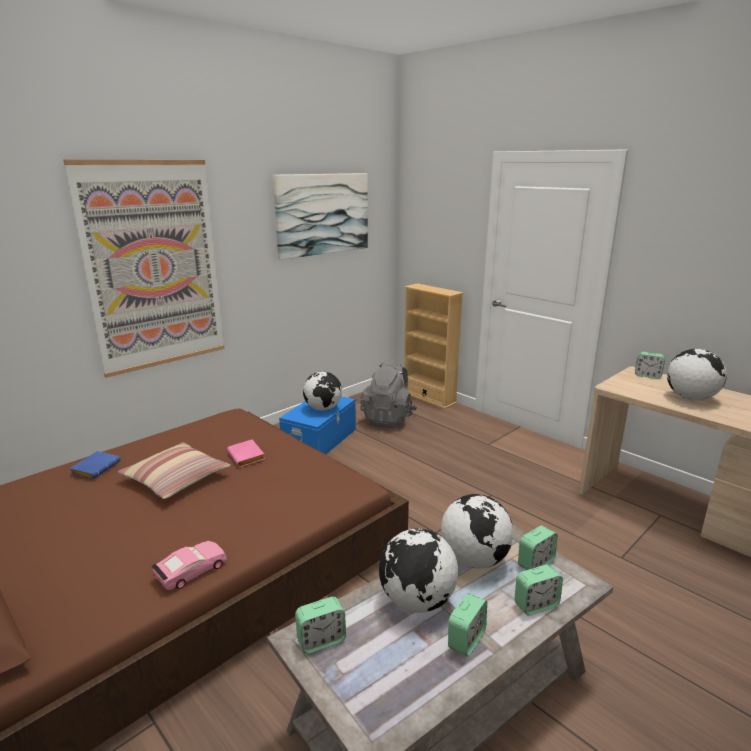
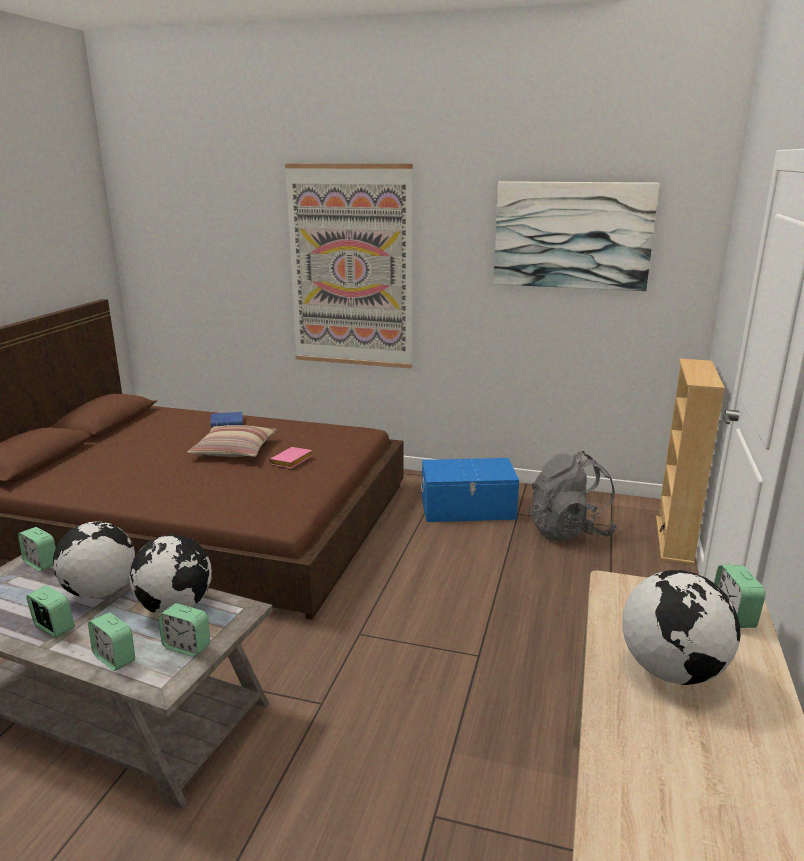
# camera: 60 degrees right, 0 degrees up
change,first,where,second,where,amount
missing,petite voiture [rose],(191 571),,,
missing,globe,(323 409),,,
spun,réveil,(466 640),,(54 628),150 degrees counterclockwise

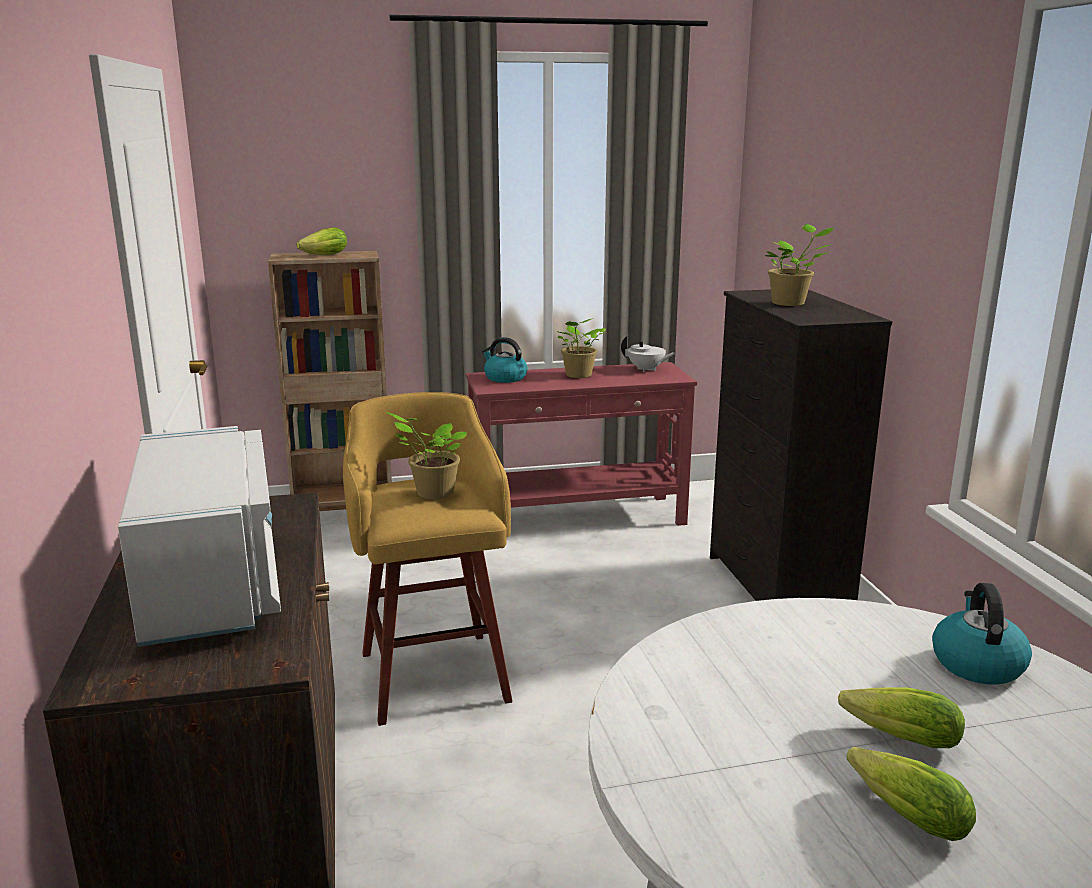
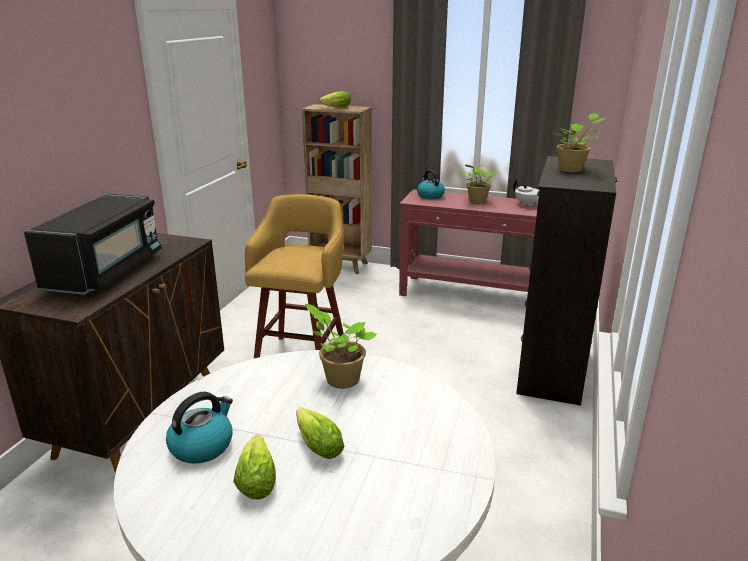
# camera: 30 degrees right, 5 degrees up
change,first,where,second,where,amount
colour,micro-ondes [blanc],(210 584),micro-ondes [noir],(106 271),
relocated,plante en pot,(432 493),,(340 379),
relocated,bouilloire,(976 663),,(202 445),

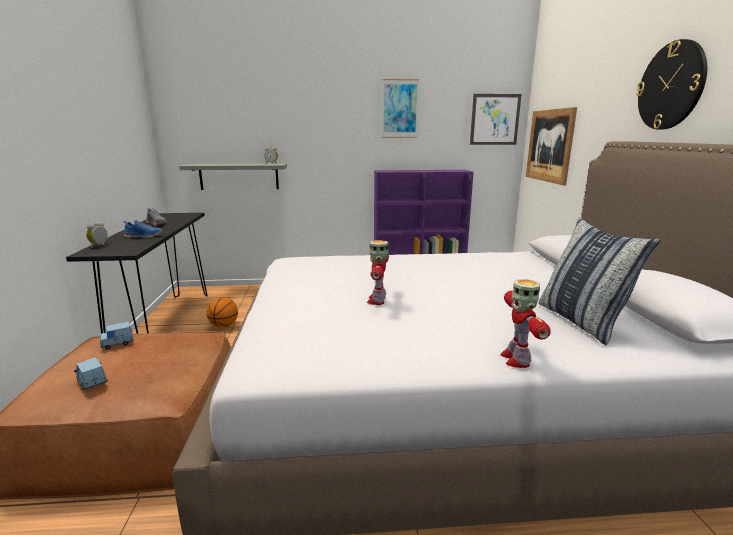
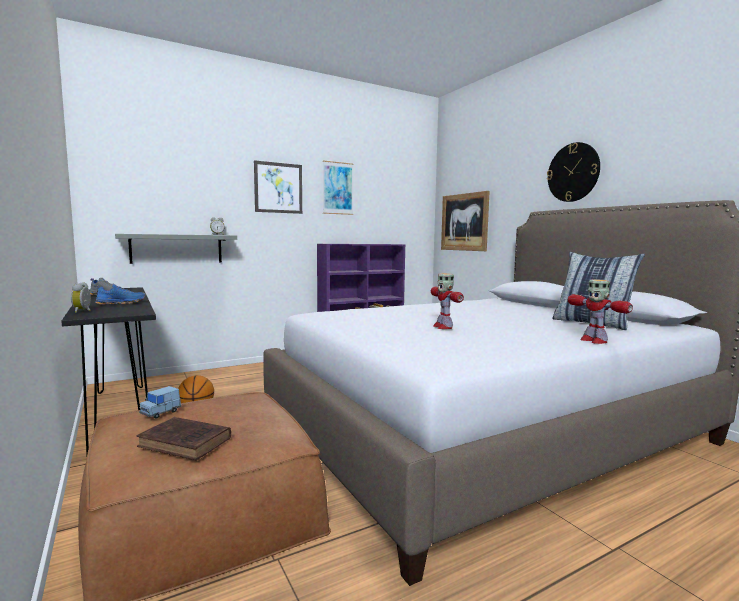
# camera: 25 degrees left, 10 degrees down
change,first,where,second,where,amount
exchanged,petite voiture [bleu],(92 382),livre [marron],(187 443),
relocated,tableau,(495 119),,(278 188),

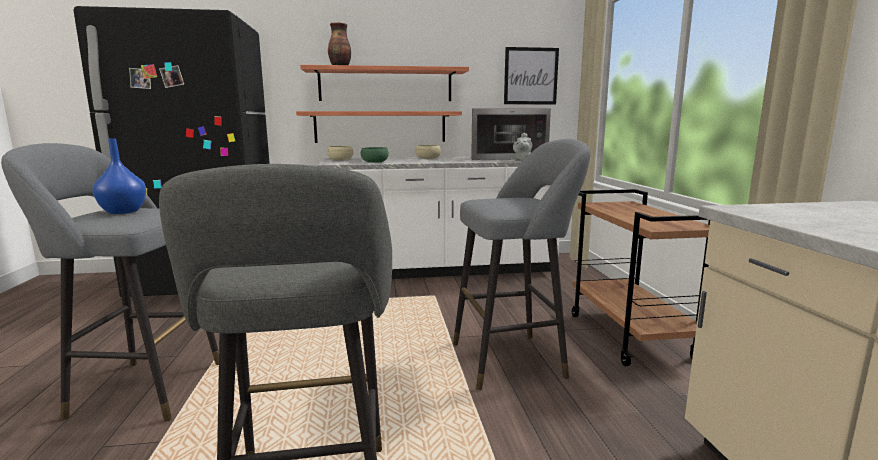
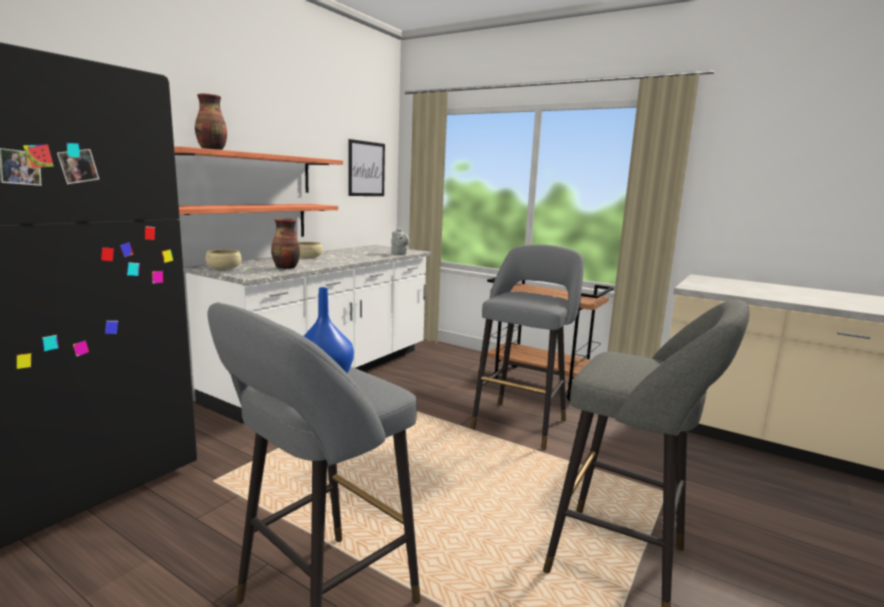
# camera: 50 degrees left, 0 degrees up
change,first,where,second,where,amount
exchanged,bol [vert],(374 162),vase,(286 268),
missing,micro-ondes,(504 157),,,

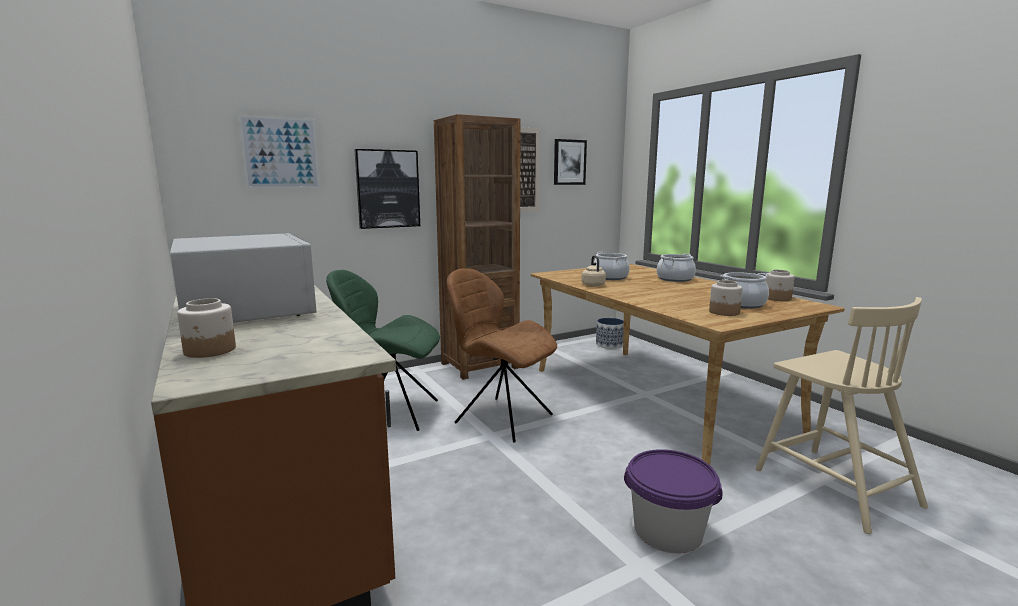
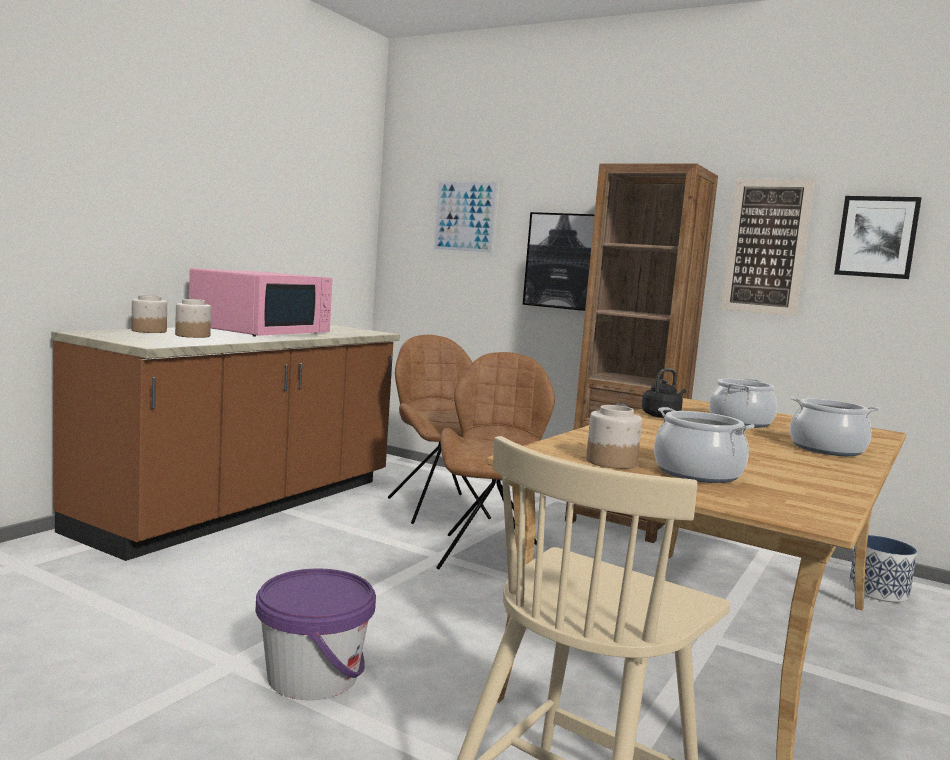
# camera: 60 degrees right, 5 degrees down
change,first,where,second,where,amount
colour,micro-ondes [blanc],(247 309),micro-ondes [rose],(262 331),
colour,chaise [vert],(391 413),chaise [marron],(436 507),
colour,bouilloire [beige],(592 285),bouilloire [noir],(662 416),
relocated,bocal,(777 298),,(192 335),

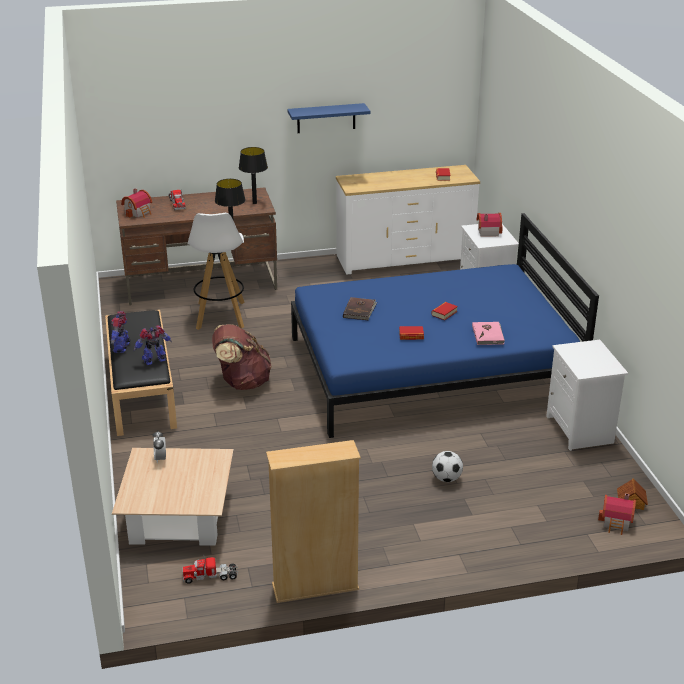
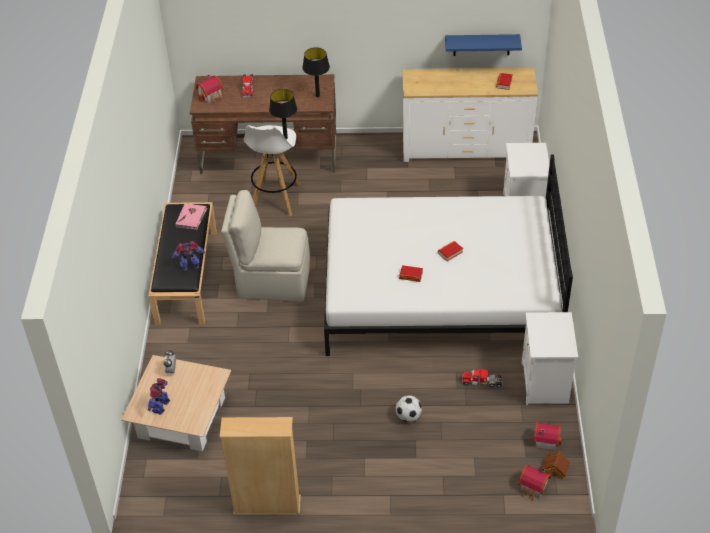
# camera: 15 degrees right, 15 degrees up
change,first,where,second,where,amount
relocated,robot jouet,(122 347),,(161 406),
relocated,camion jouet,(210 576),,(482 382),
exchanged,sac à dos [marron],(242 382),chaise [beige],(272 281),
relocated,étagère [bleu],(326 118),,(481 44),
colour,lit [bleu],(431 369),lit [blanc],(440 291),
missing,livre [marron],(360 310),,,
relocated,livre [rose],(488 335),,(191 217),
relocated,maison miniature,(487 231),,(545 439),

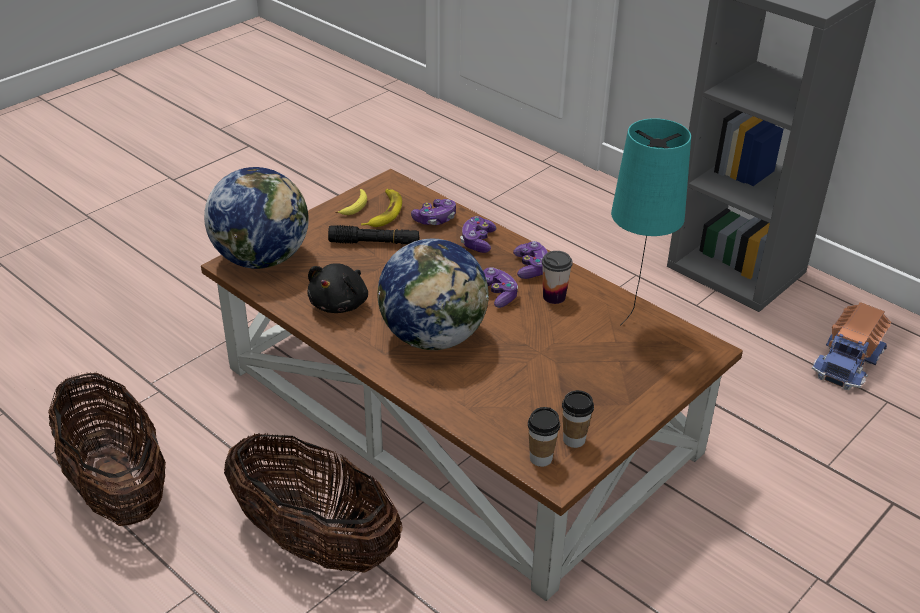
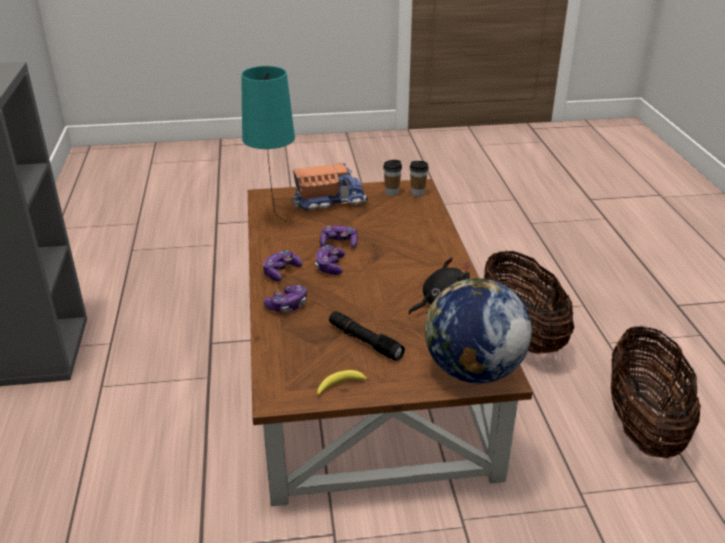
# camera: 140 degrees left, 5 degrees down
change,first,where,second,where,amount
missing,banane,(384 212),,,
missing,globe,(434 337),,,
relocated,manette,(435 219),,(339 243),
missing,tasse,(554 297),,,
relocated,camion jouet,(849 362),,(329 201),

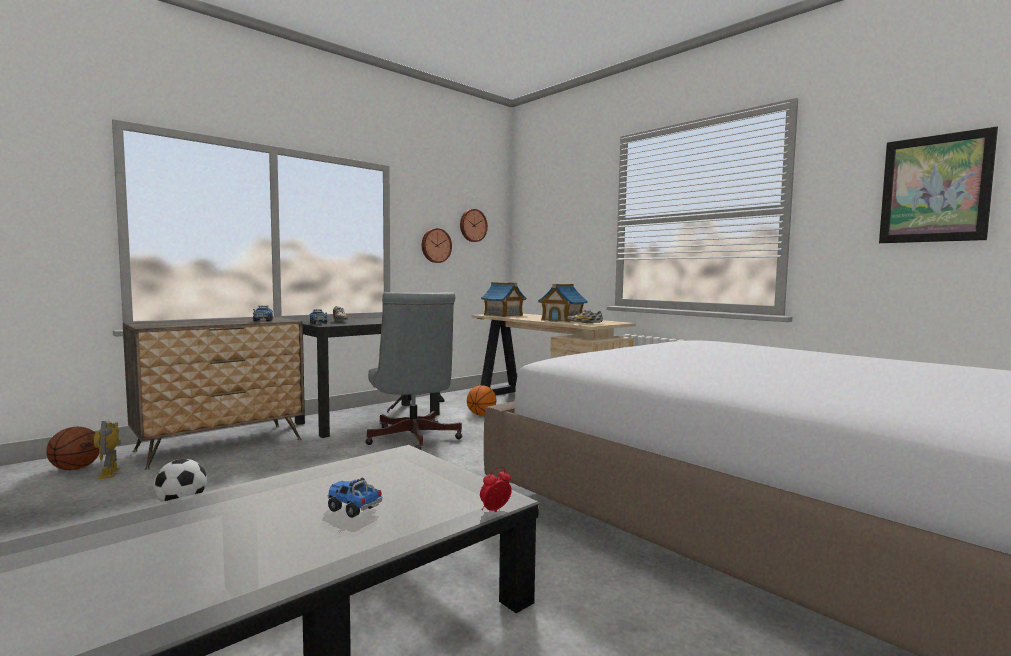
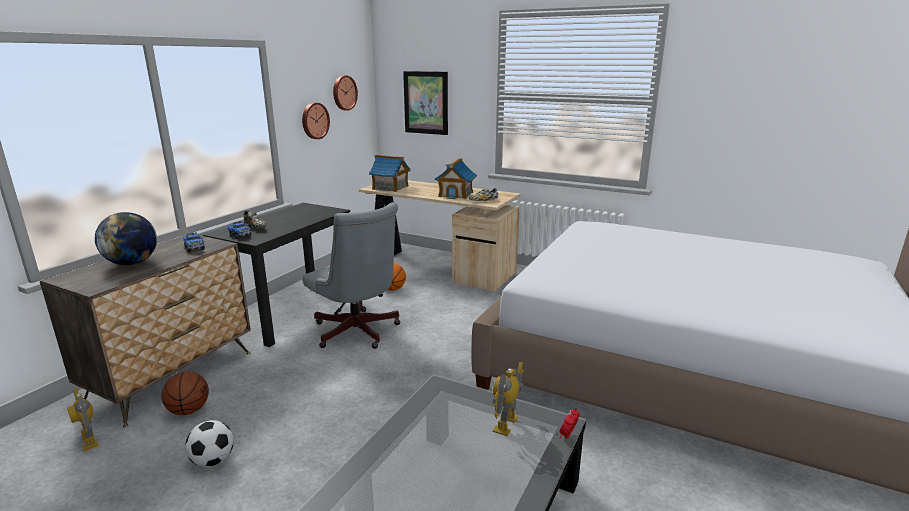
# camera: 20 degrees left, 15 degrees up
change,first,where,second,where,amount
relocated,ballon de basket,(75 468),,(189 410),
missing,camion jouet,(353 509),,,
relocated,tableau,(934 189),,(426 103),
appeared,,,globe,(132 263),
appeared,,,robot jouet,(506 425),

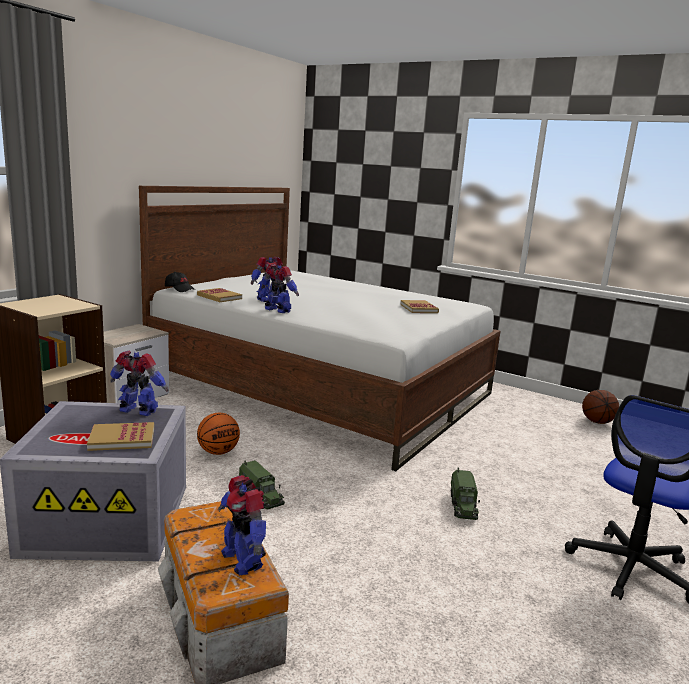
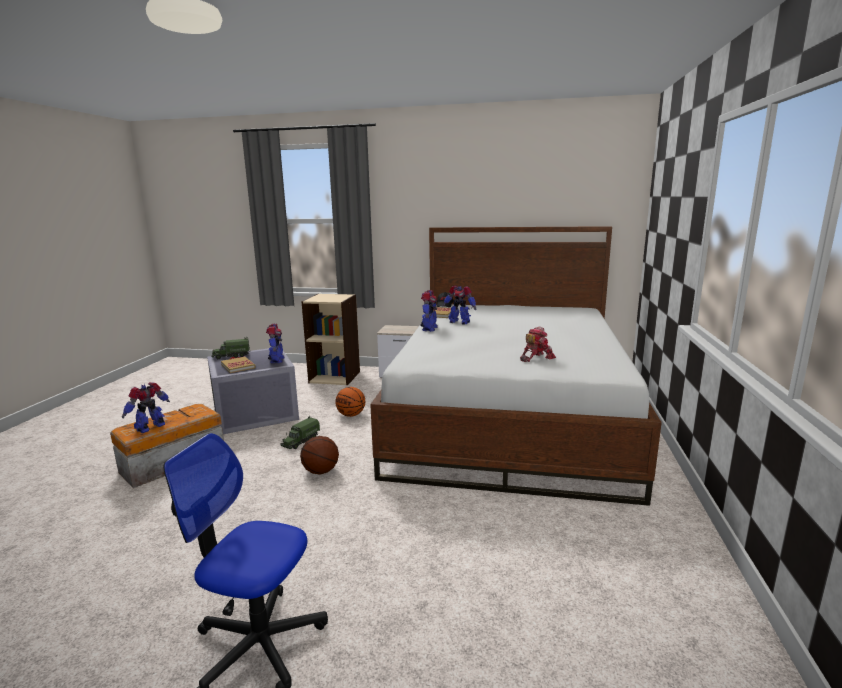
# camera: 70 degrees right, 0 degrees up
change,first,where,second,where,amount
exchanged,livre,(419 308),robot jouet,(536 358),
relocated,camion jouet,(463 506),,(231 356),
relocated,ballon de basket,(597 422),,(321 471),

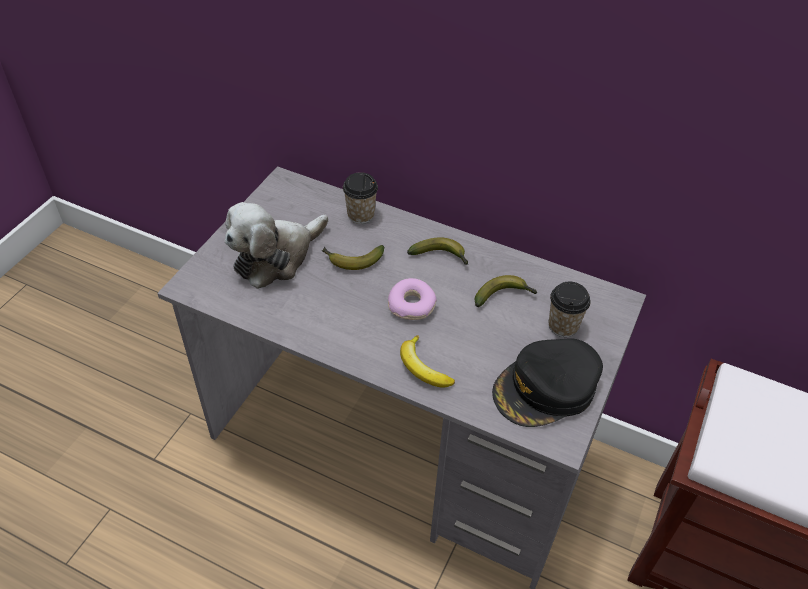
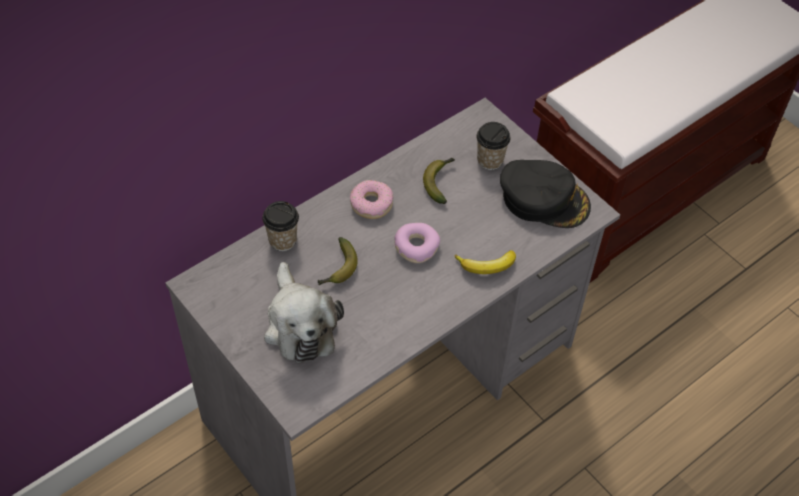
# camera: 65 degrees left, 5 degrees up
change,first,where,second,where,amount
exchanged,banane,(441 257),beignet,(371 204),
spun,casquette [noir],(546 388),,(544 199),60 degrees counterclockwise

